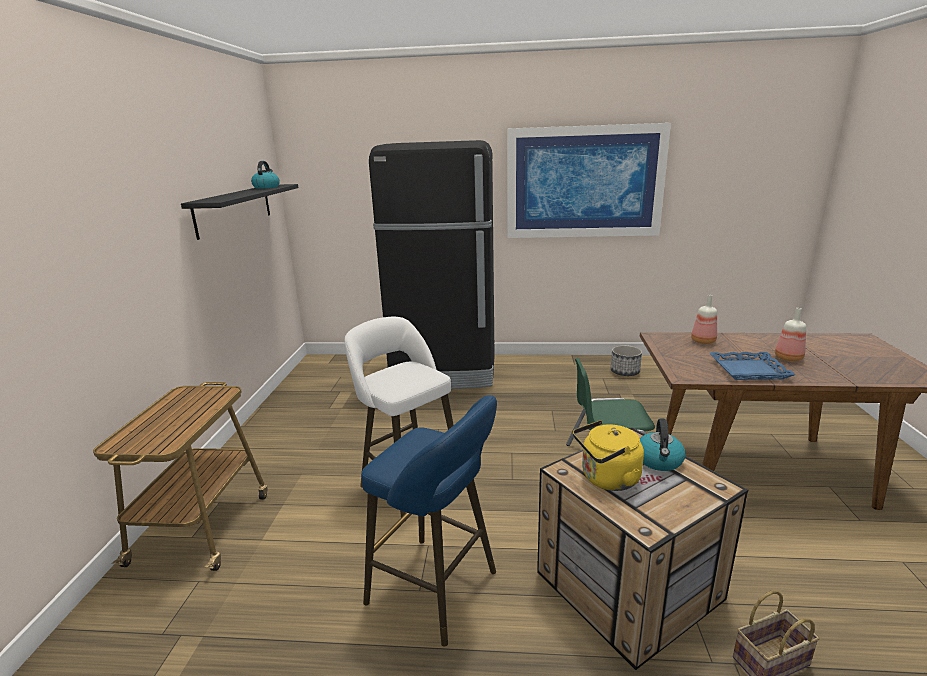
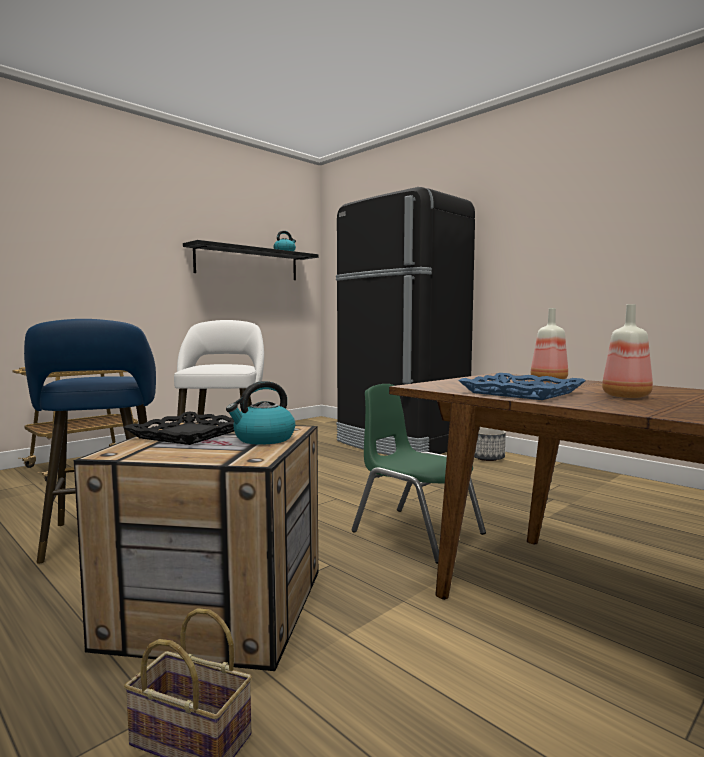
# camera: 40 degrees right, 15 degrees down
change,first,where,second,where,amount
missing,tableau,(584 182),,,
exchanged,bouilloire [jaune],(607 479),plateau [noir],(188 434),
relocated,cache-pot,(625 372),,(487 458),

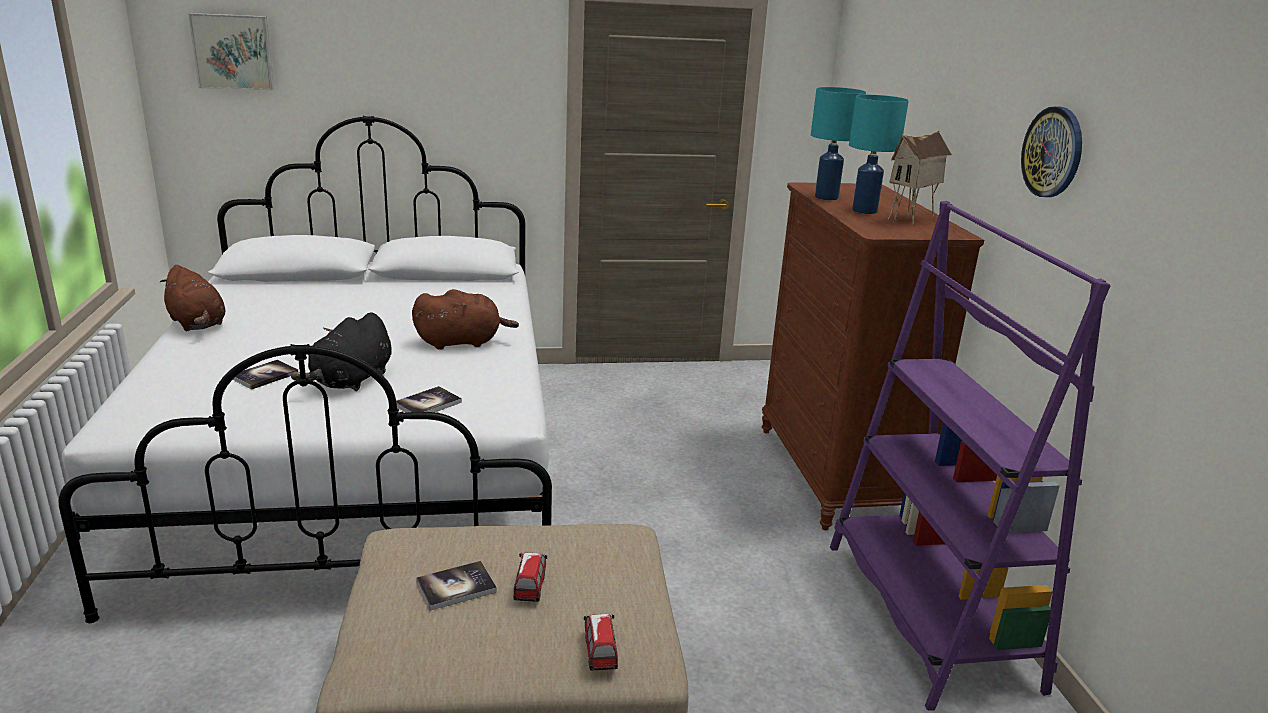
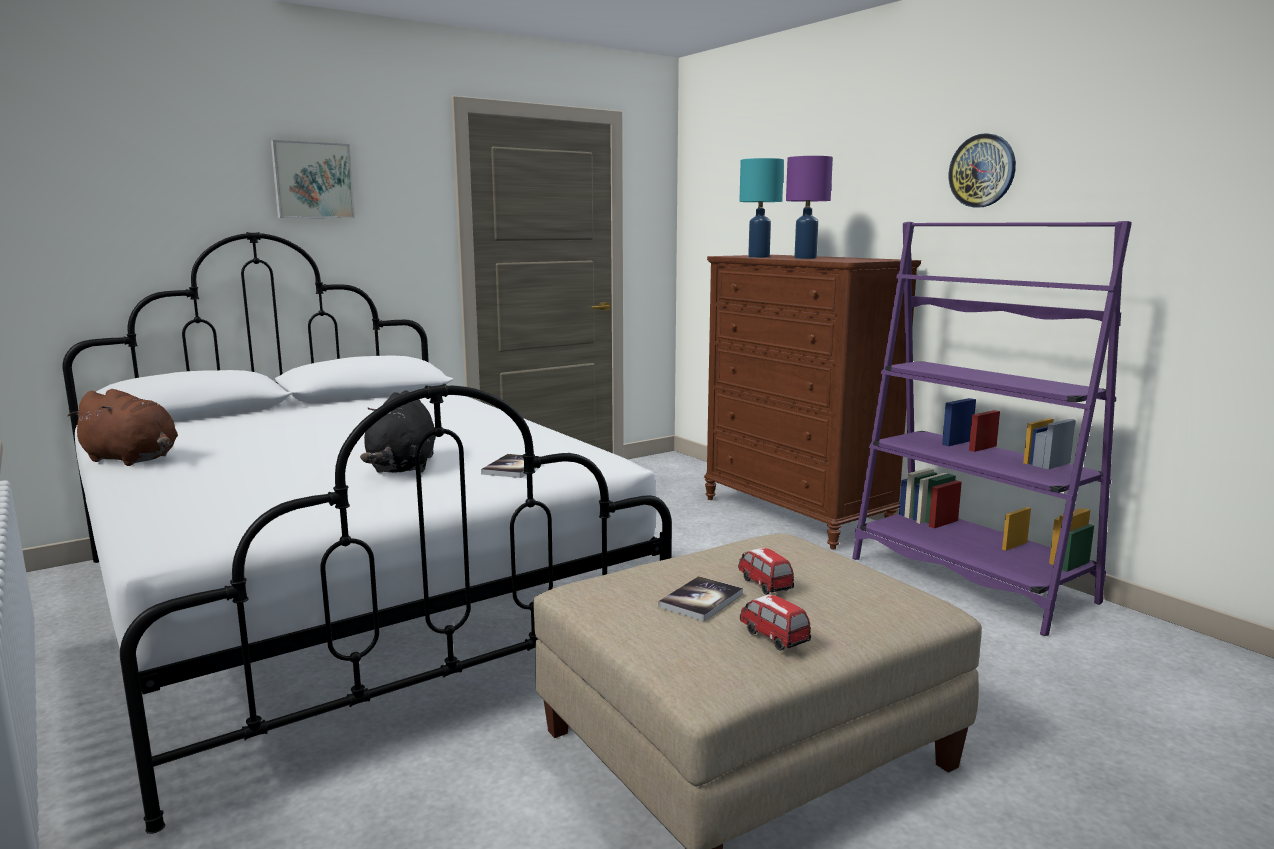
# camera: 25 degrees left, 10 degrees down
change,first,where,second,where,amount
relocated,tableau,(233 52),,(312 180),
missing,livre,(265 376),,,
missing,peluche [marron],(462 342),,,
relocated,petite voiture,(599 652),,(773 637),
colour,lampe de table [turquoise],(865 211),lampe de table [violet],(806 258),
missing,maison miniature,(912 220),,,

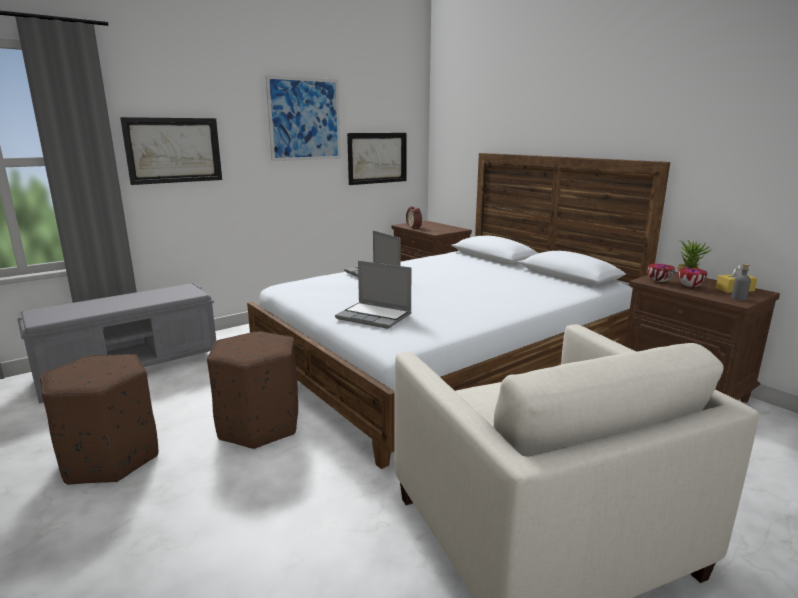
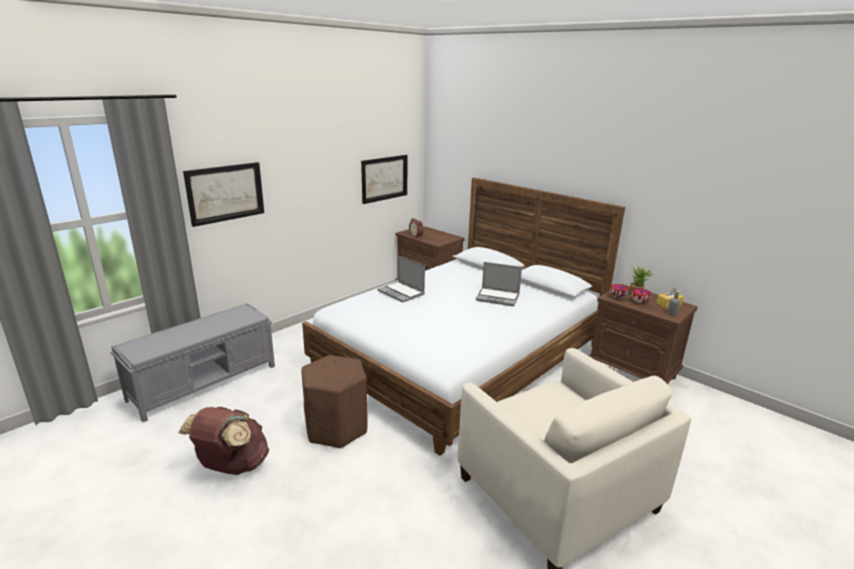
# camera: 10 degrees left, 5 degrees up
change,first,where,second,where,amount
exchanged,pouf [marron],(109 458),sac à dos [marron],(232 466),
missing,tableau,(305 119),,,
relocated,ordinateur portable,(375 316),,(498 297),

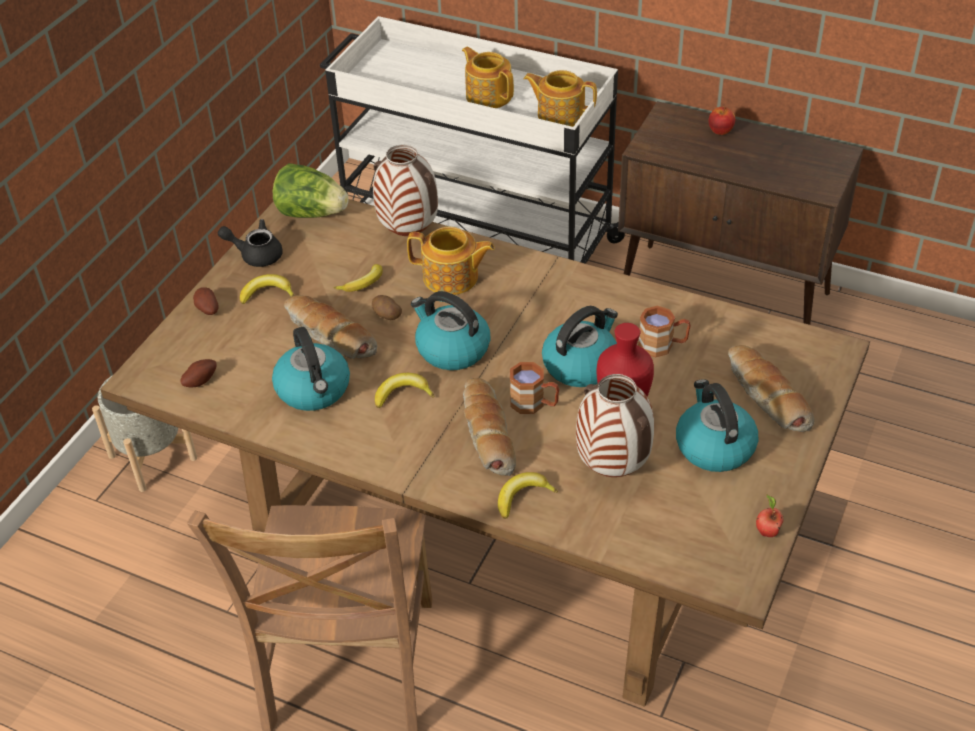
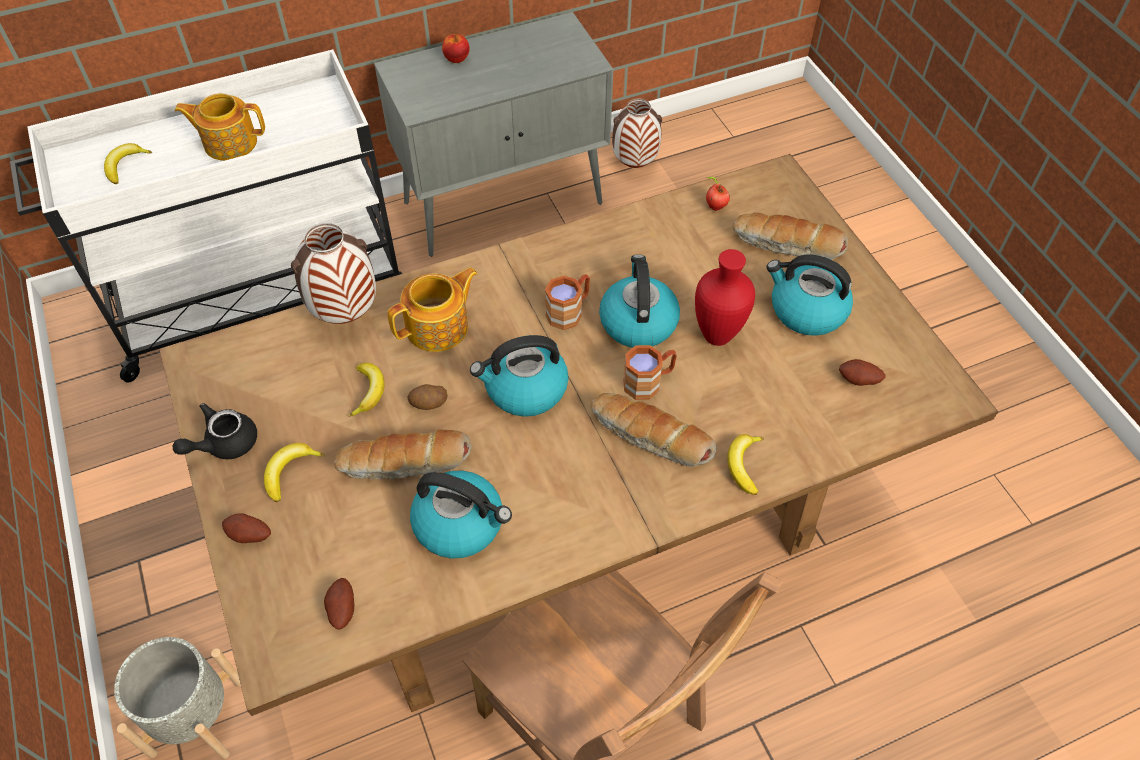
# camera: 50 degrees left, 10 degrees up
change,first,where,second,where,amount
missing,laitue,(312 213),,,
relocated,banane,(402 394),,(125 166),
missing,théière,(560 115),,,
relocated,vase,(614 469),,(635 164),
colour,meuble de rangement [marron],(726 294),meuble de rangement [gris],(505 202),
relocated,mug [marron],(663 345),,(569 311),
relocated,pomme,(766 531),,(714 206),
appeared,,,pomme de terre,(858 381),

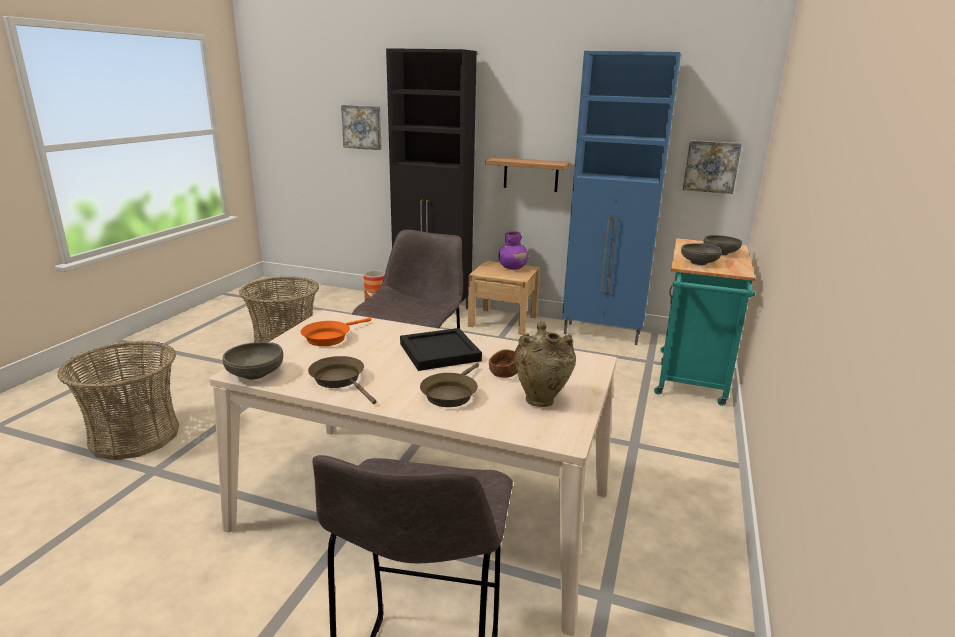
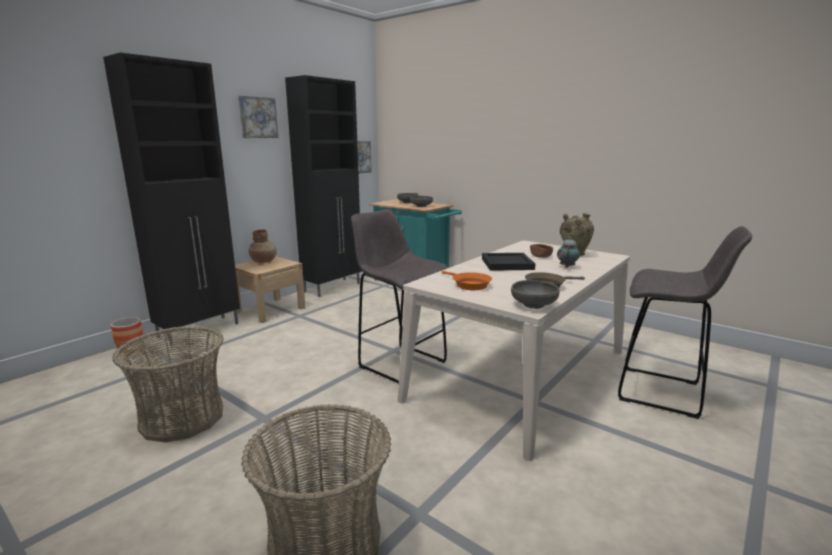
# camera: 70 degrees left, 5 degrees down
change,first,where,second,where,amount
relocated,tableau,(362 127),,(257 117),
exchanged,poêle [marron],(450 394),théière,(567 266),
missing,étagère,(531 174),,,
colour,vase [violet],(513 268),vase [marron],(264 261),
colour,meuble de rangement [bleu],(603 334),meuble de rangement [noir],(333 287),

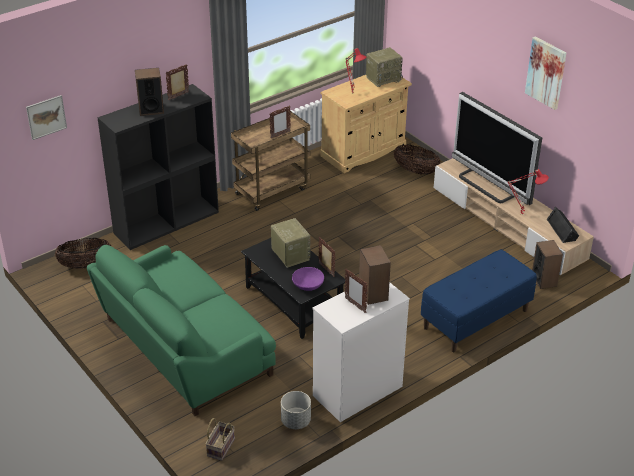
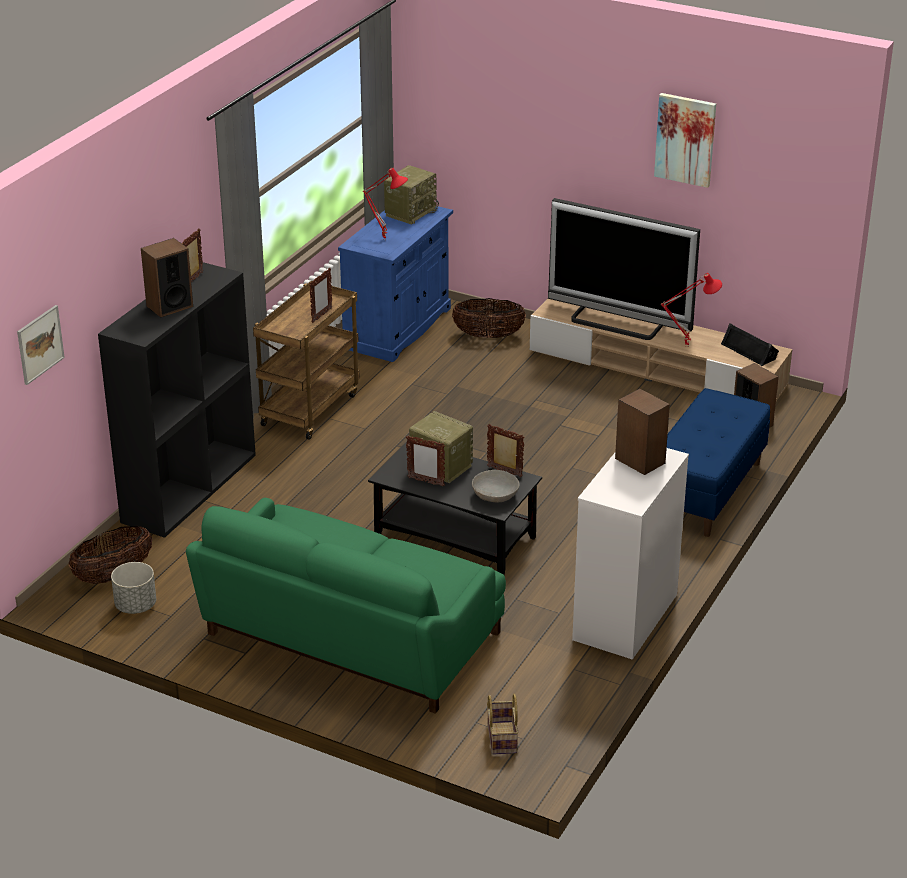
# camera: 25 degrees left, 5 degrees down
change,first,where,second,where,amount
relocated,cache-pot [gris],(295 421),,(135 606),
colour,bol [violet],(308 285),bol [gris],(495 496),
colour,meuble de rangement [beige],(363 151),meuble de rangement [bleu],(397 328),
relocated,cadre photo,(355 305),,(425 482),

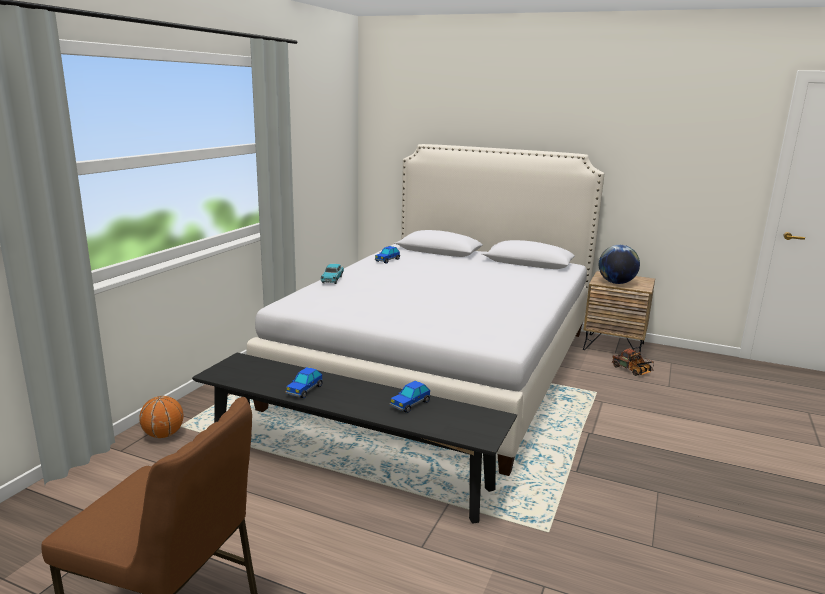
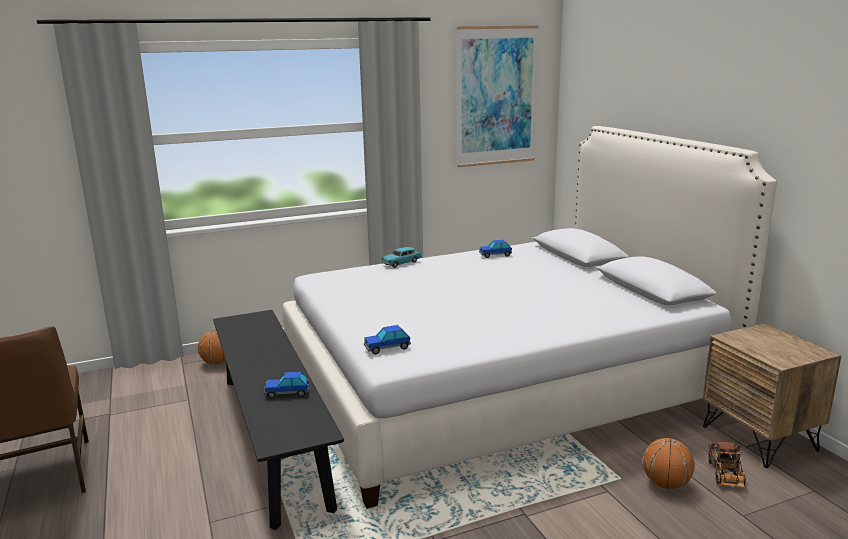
# camera: 45 degrees right, 0 degrees up
change,first,where,second,where,amount
relocated,petite voiture,(304 390),,(387 348),
missing,globe,(616 283),,,
appeared,,,tableau,(496 96),
appeared,,,ballon de basket,(666 484),

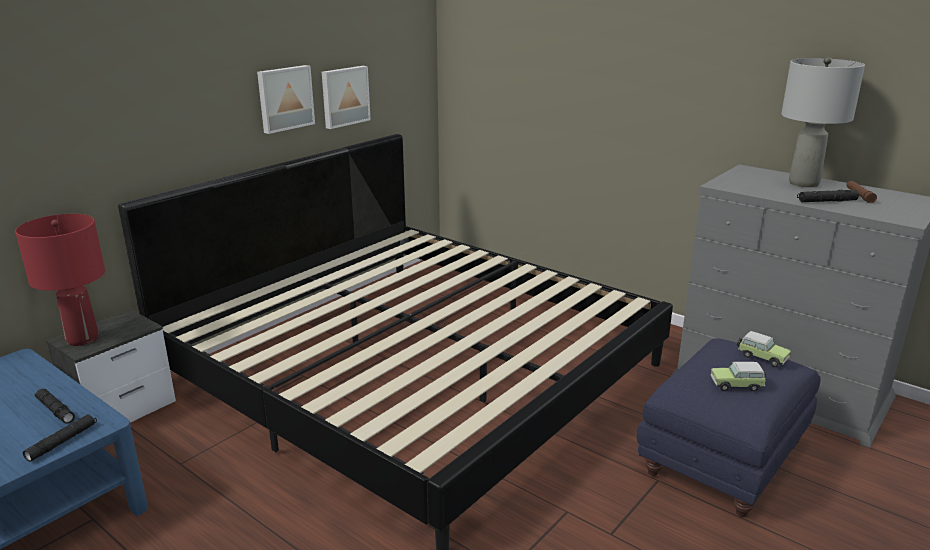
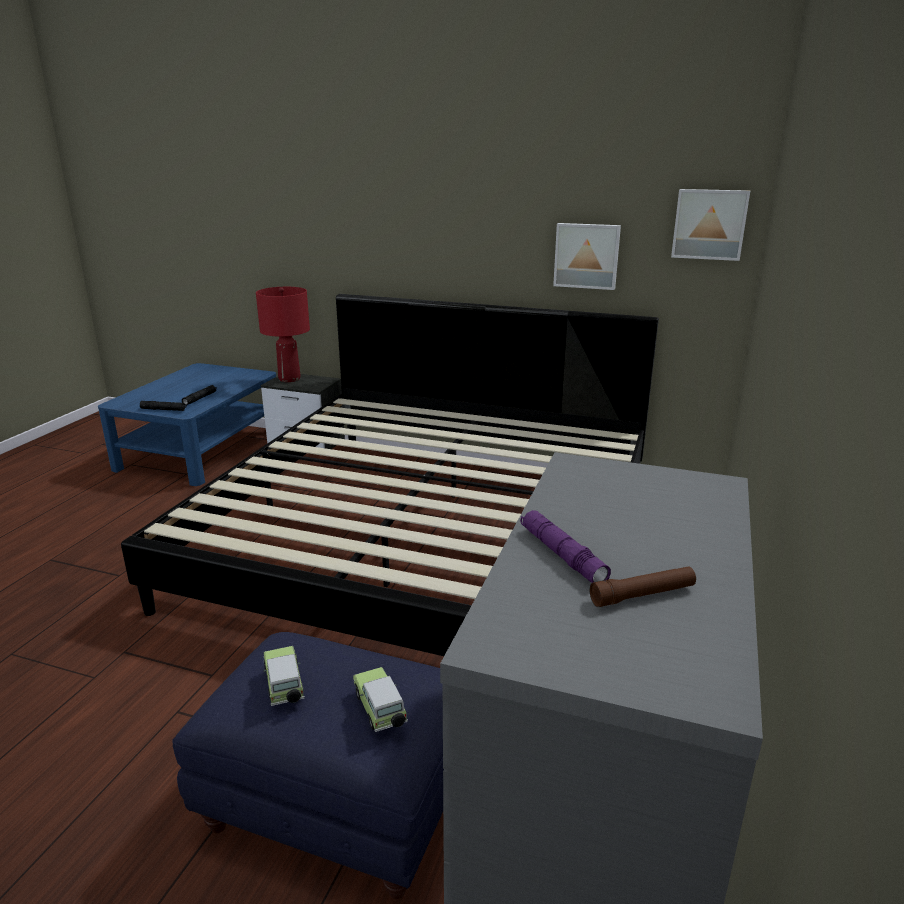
# camera: 70 degrees right, 0 degrees up
change,first,where,second,where,amount
relocated,tableau,(285 98),,(709 224),
spun,petite voiture,(761 357),,(380 711),135 degrees clockwise
missing,lampe de table [gris],(803 183),,,
colour,lampe de poche [noir],(826 201),lampe de poche [violet],(562 555),

